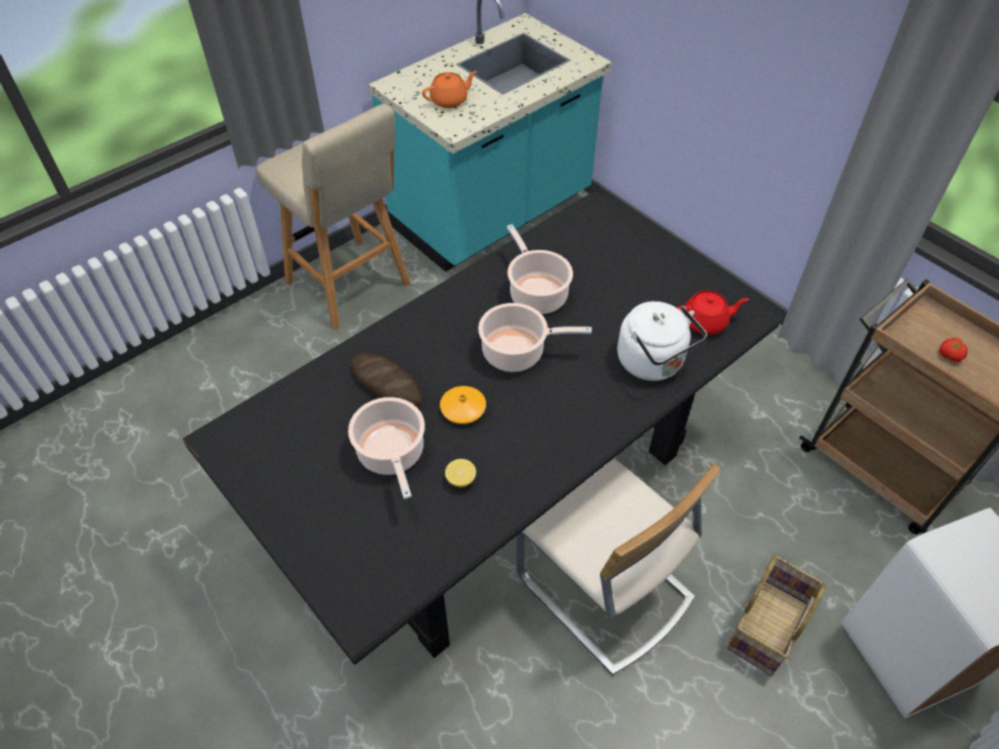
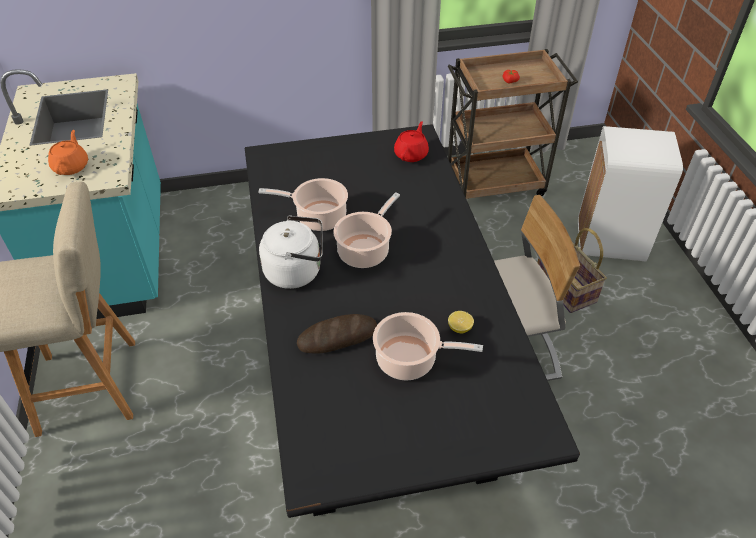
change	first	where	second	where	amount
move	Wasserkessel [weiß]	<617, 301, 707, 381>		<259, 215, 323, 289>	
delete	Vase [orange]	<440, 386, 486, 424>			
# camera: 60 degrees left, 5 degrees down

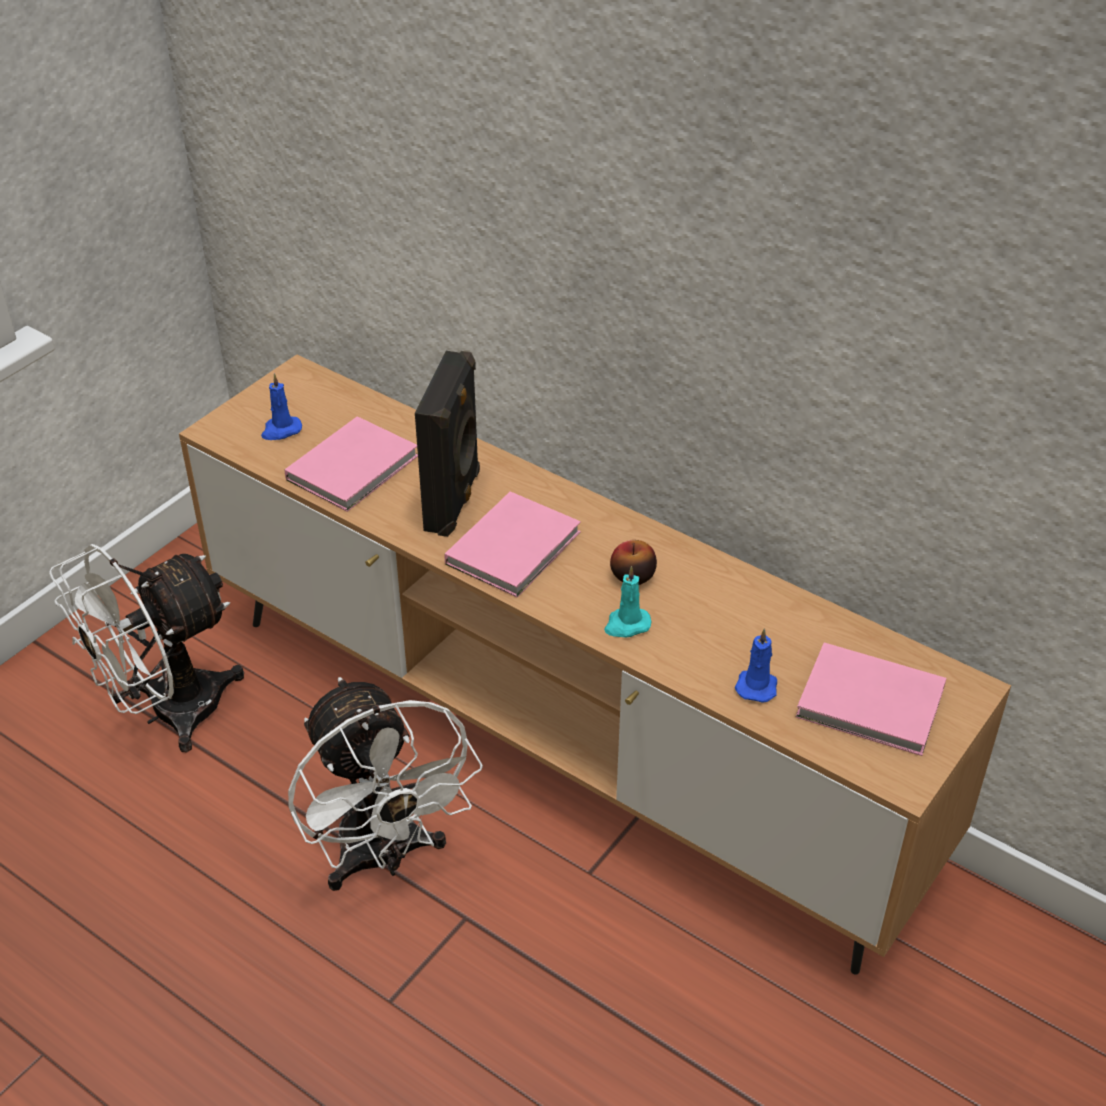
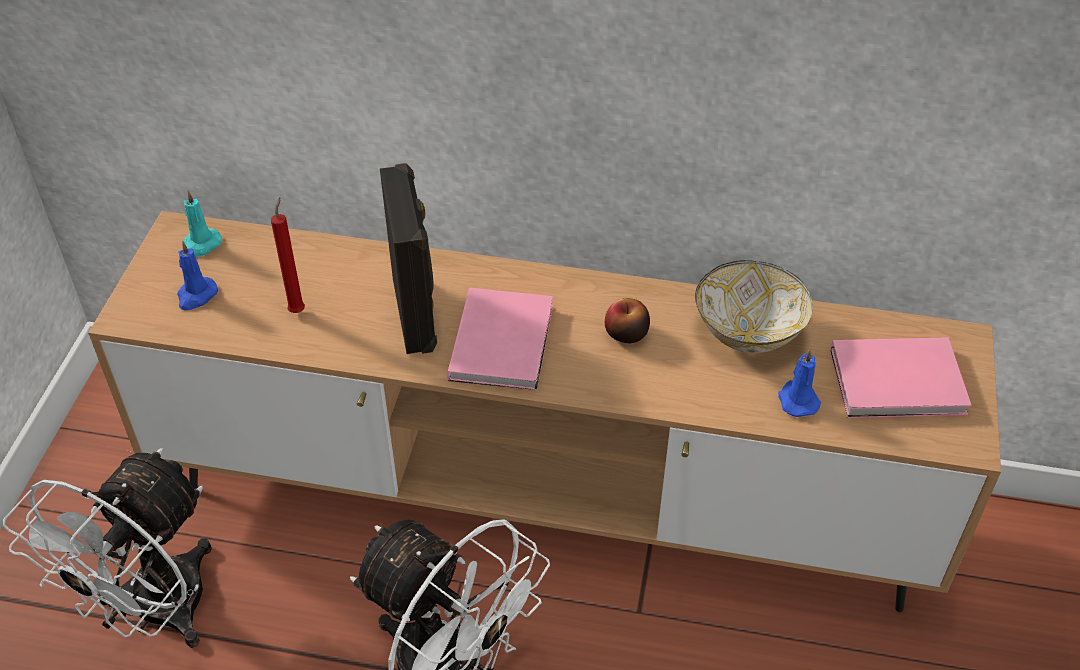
change	first	where	second	where	amount
move	Kerze [türkis]	<604, 566, 651, 637>		<183, 191, 222, 257>	
replace	Buch [rosa]	<285, 416, 418, 512>	Kerze [rot]	<271, 197, 305, 313>	
insert			Schüssel	<695, 260, 813, 353>	
# camera: 25 degrees left, 5 degrees up

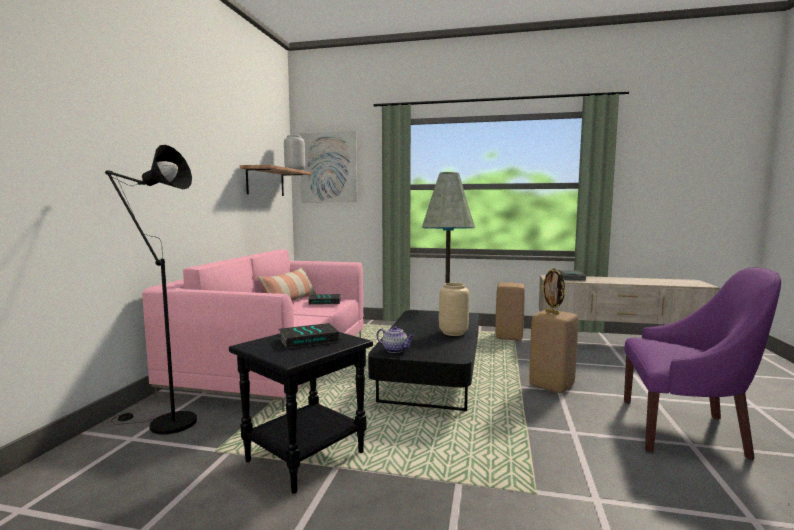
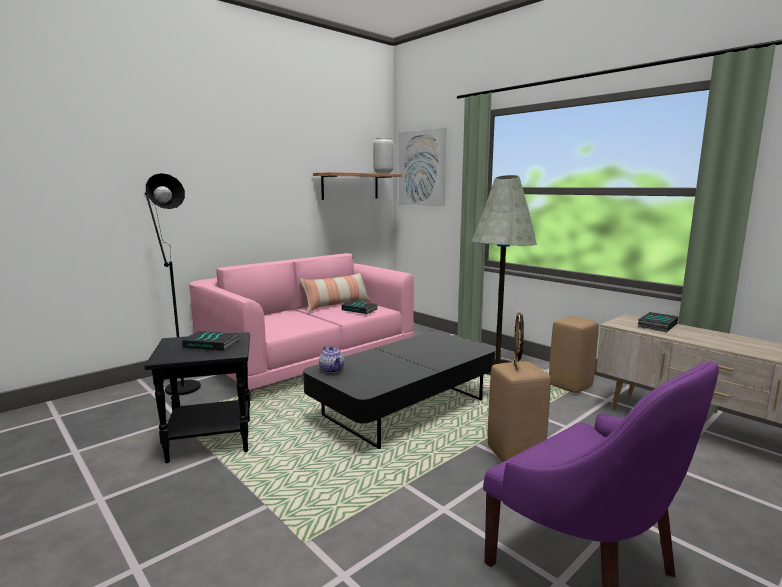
change	first	where	second	where	amount
delete	Vase [beige]	<439, 283, 469, 336>			
# camera: 35 degrees right, 5 degrees up

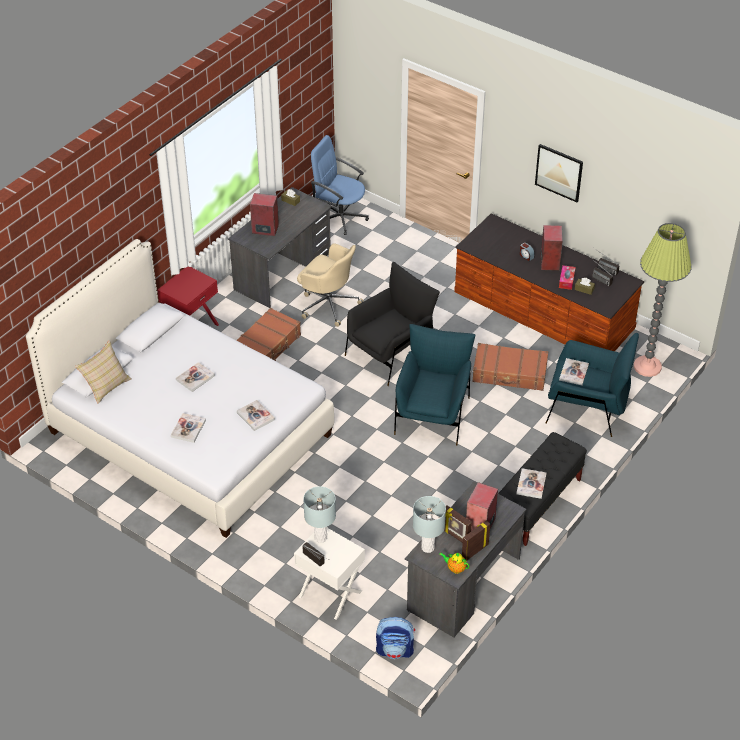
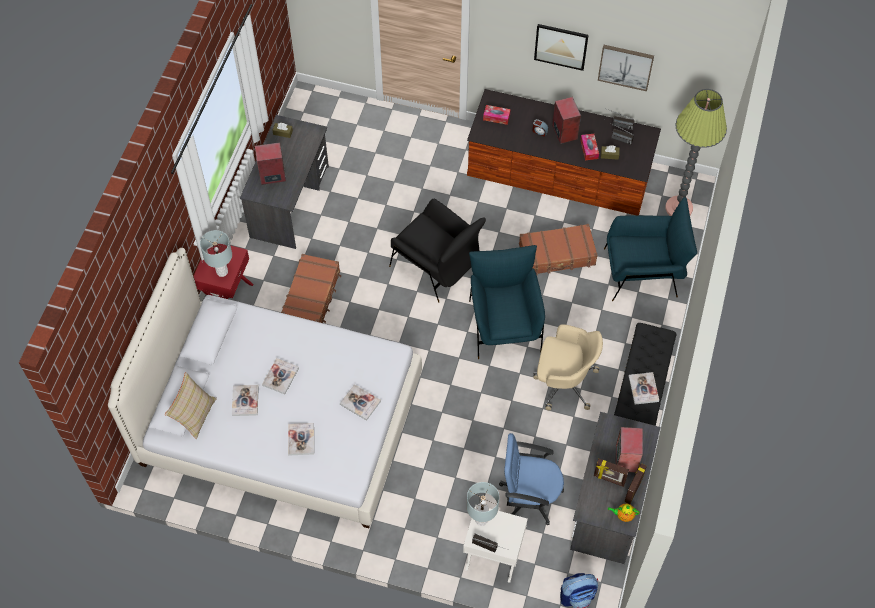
change	first	where	second	where	amount
move	Tischlampe [grau]	<413, 496, 446, 553>		<200, 230, 232, 277>	
move	Buch	<559, 358, 589, 385>		<232, 385, 259, 416>	
rotate	Sessel [schwarz]	<345, 262, 440, 386>		<389, 199, 486, 303>	105 degrees clockwise
insert			Taschentuchbox	<483, 105, 511, 125>	
move	Bürostuhl [blau]	<311, 135, 369, 235>		<499, 433, 564, 525>	
move	Bürostuhl [beige]	<297, 243, 364, 327>		<533, 324, 603, 410>	
insert			Bild	<598, 45, 654, 91>	
# camera: 20 degrees left, 15 degrees up

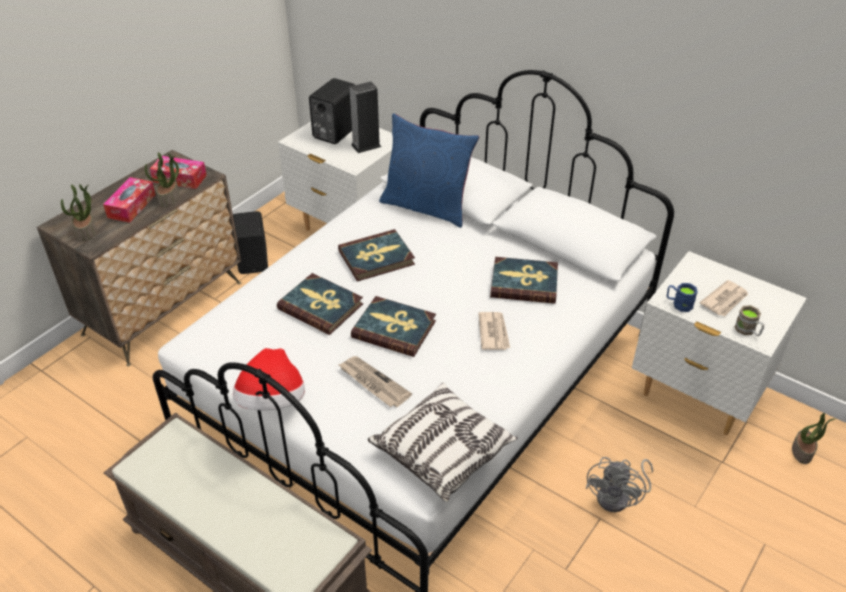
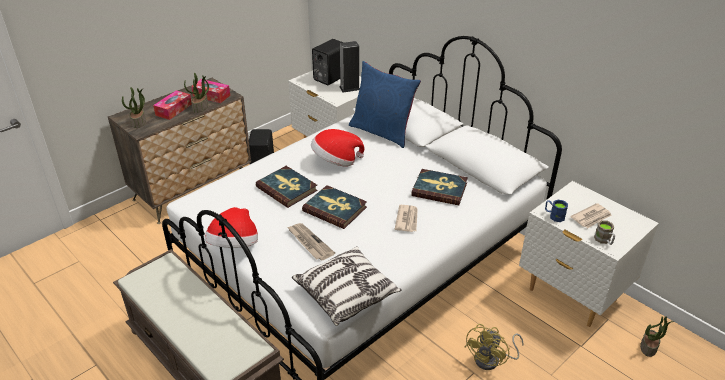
change	first	where	second	where	amount
replace	Buch	<338, 229, 415, 282>	Hut	<311, 129, 365, 166>	
recolor	Ventilator [grau]	<586, 457, 653, 512>	Ventilator [gelb]	<464, 324, 524, 370>	
# camera: 10 degrees right, 5 degrees down

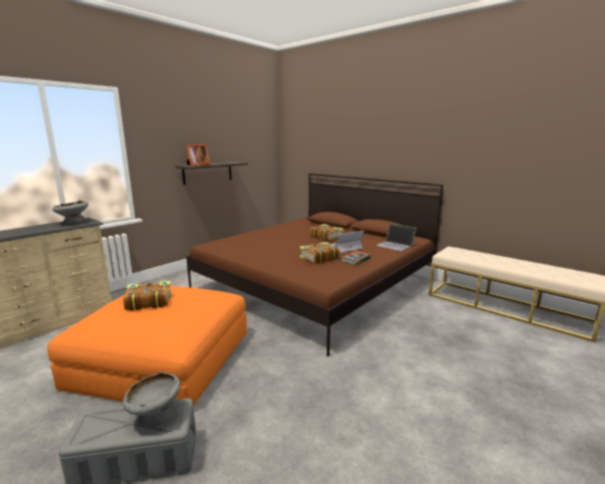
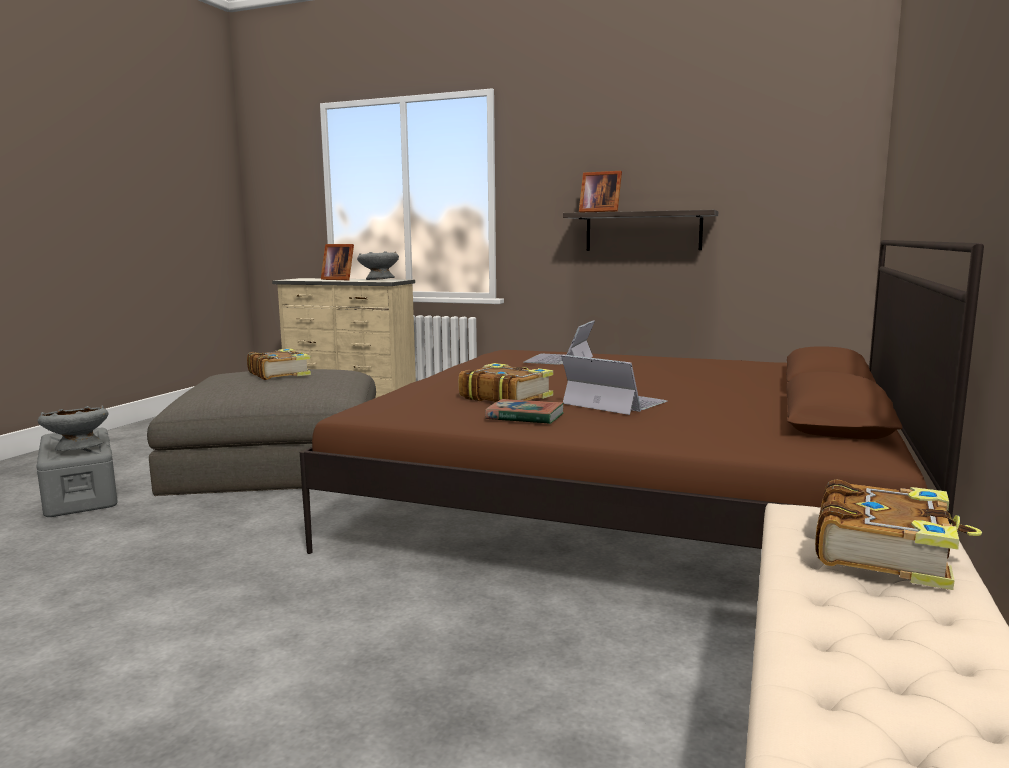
change	first	where	second	where	amount
recolor	Polsterhocker [orange]	<47, 286, 247, 406>	Polsterhocker [grau]	<147, 369, 376, 496>	
insert			Bilderrahmen	<321, 244, 354, 280>	
move	Laptop	<376, 223, 416, 251>		<523, 320, 595, 365>	
move	Buch	<310, 224, 344, 241>		<815, 479, 982, 590>	
# camera: 70 degrees right, 5 degrees down

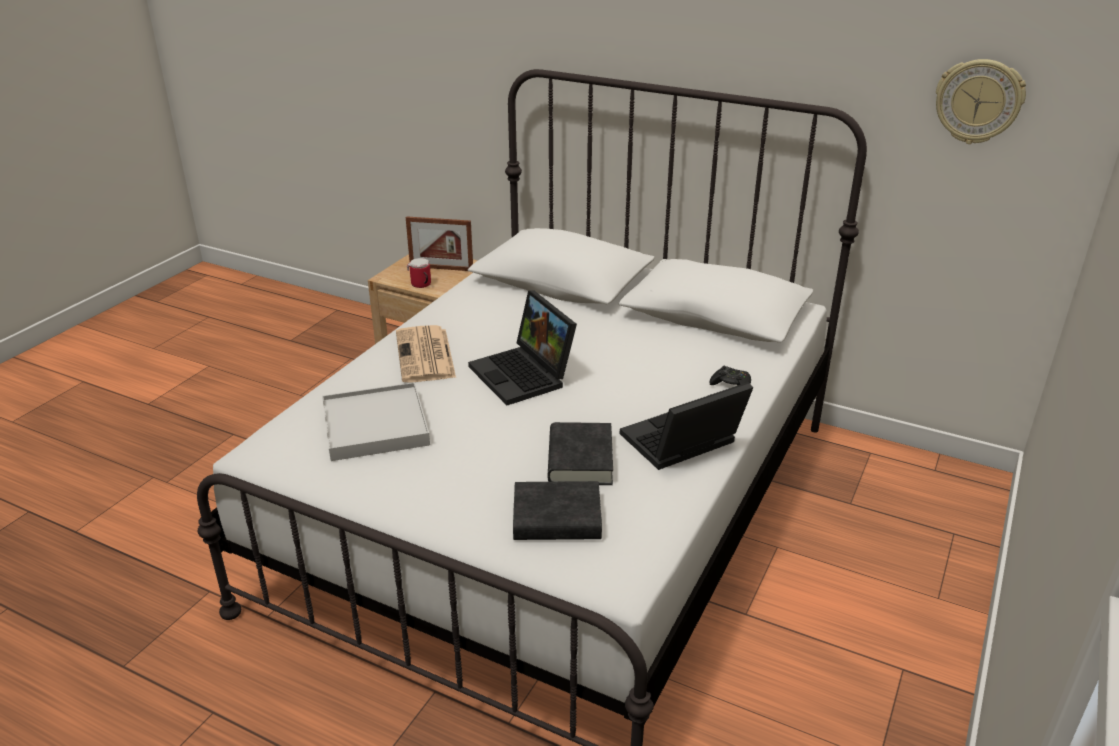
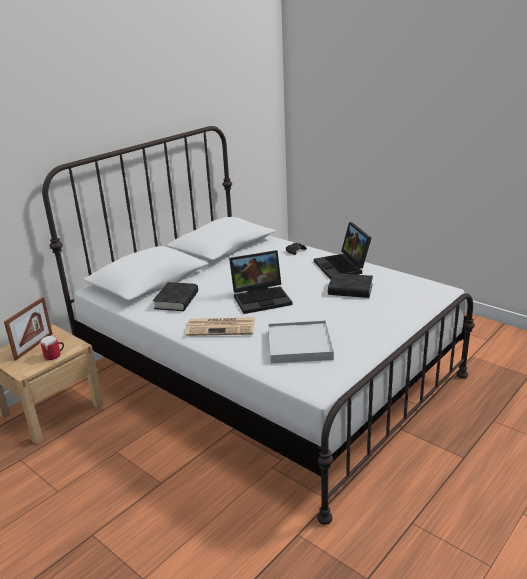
change	first	where	second	where	amount
move	Buch [schwarz]	<513, 481, 602, 540>		<153, 282, 198, 311>	
delete	Wanduhr	<936, 59, 1026, 144>			
# camera: 75 degrees left, 5 degrees down

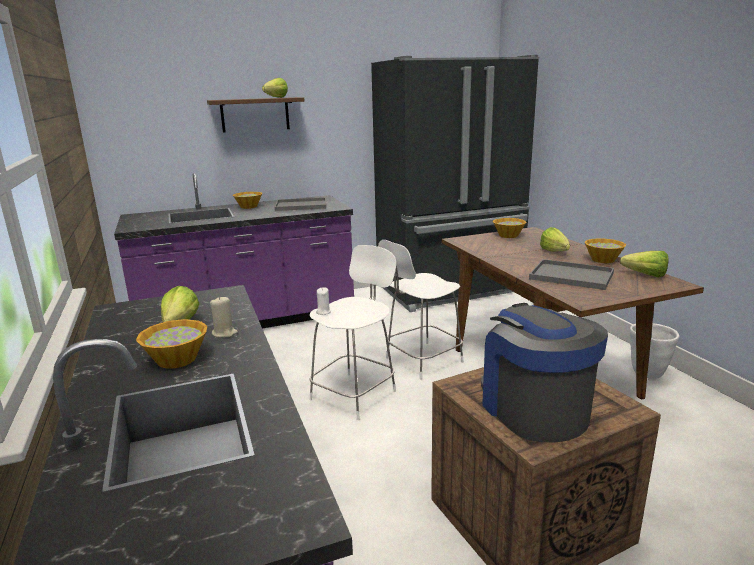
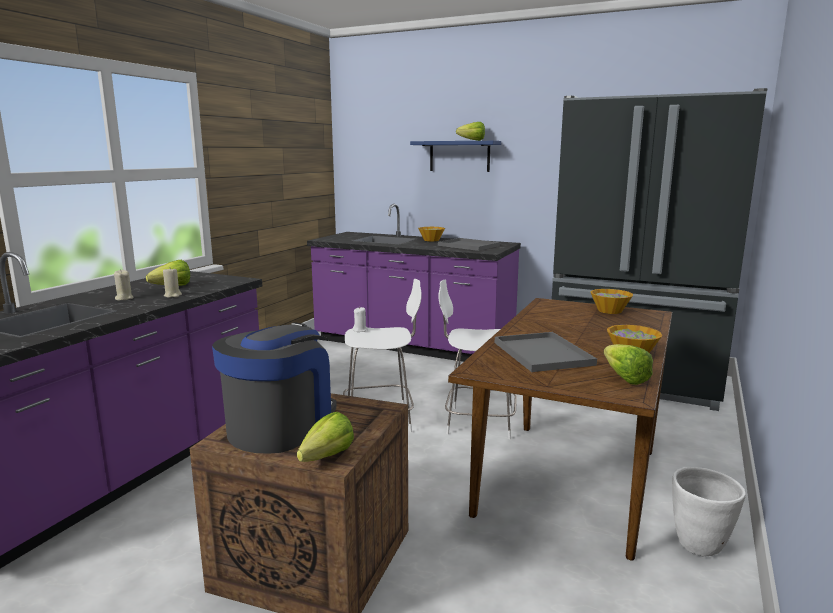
change	first	where	second	where	amount
replace	Schüssel	<136, 319, 207, 369>	Kerze [beige]	<114, 269, 133, 300>	
move	Salatkopf	<540, 227, 570, 251>		<297, 412, 354, 462>	
recolor	Wandregal [braun]	<207, 97, 305, 133>	Wandregal [blau]	<410, 141, 501, 172>	
# camera: 45 degrees right, 5 degrees down

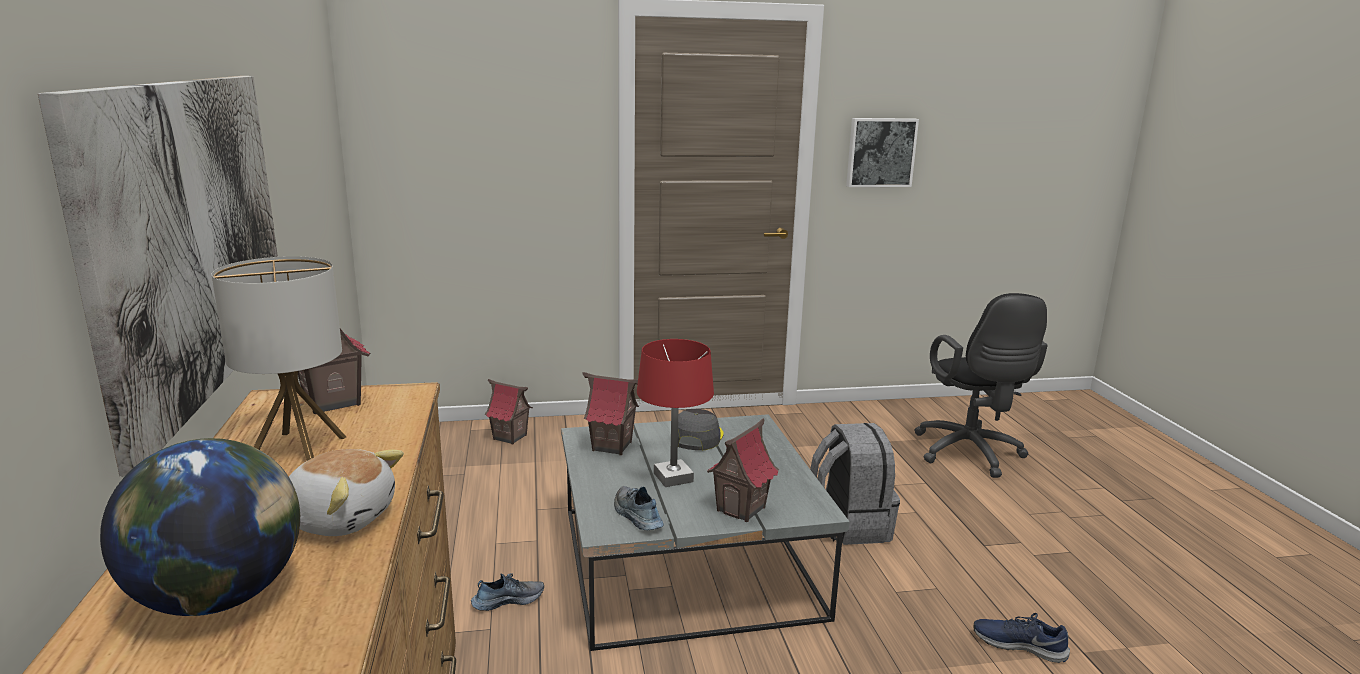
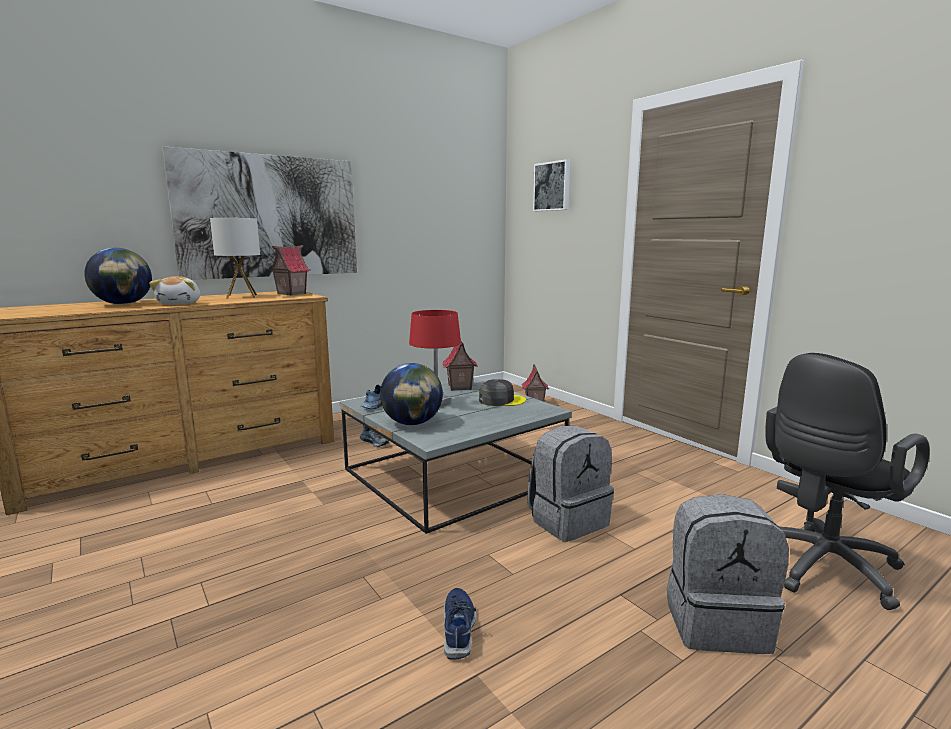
change	first	where	second	where	amount
replace	Spielzeughaus	<707, 418, 779, 522>	Globus	<380, 363, 443, 425>	
move	Bild	<846, 118, 919, 187>		<533, 159, 570, 211>	
insert			Rucksack [grau]	<667, 494, 789, 654>	
# camera: 65 degrees right, 5 degrees down

